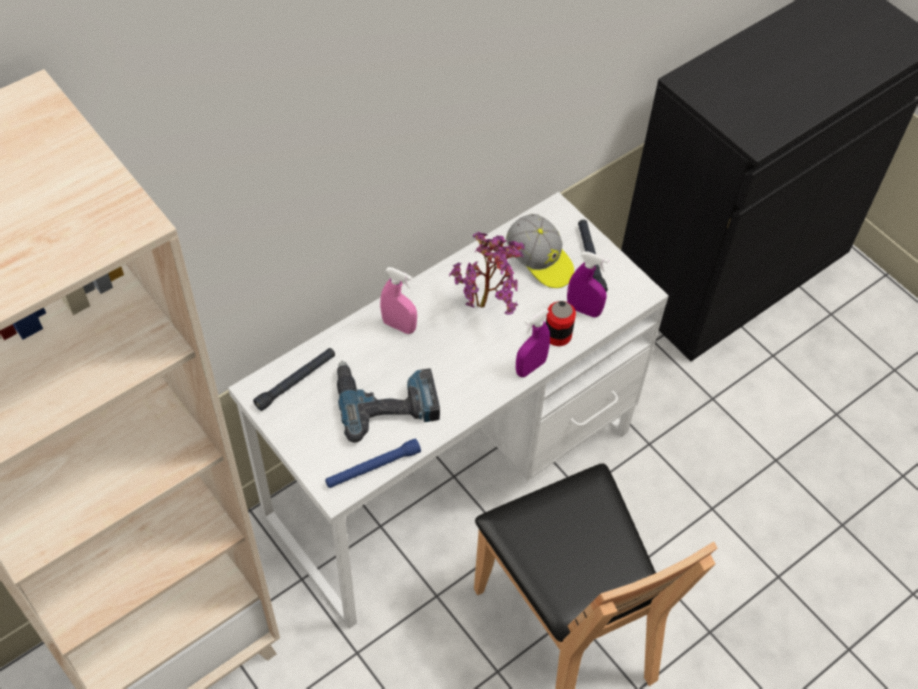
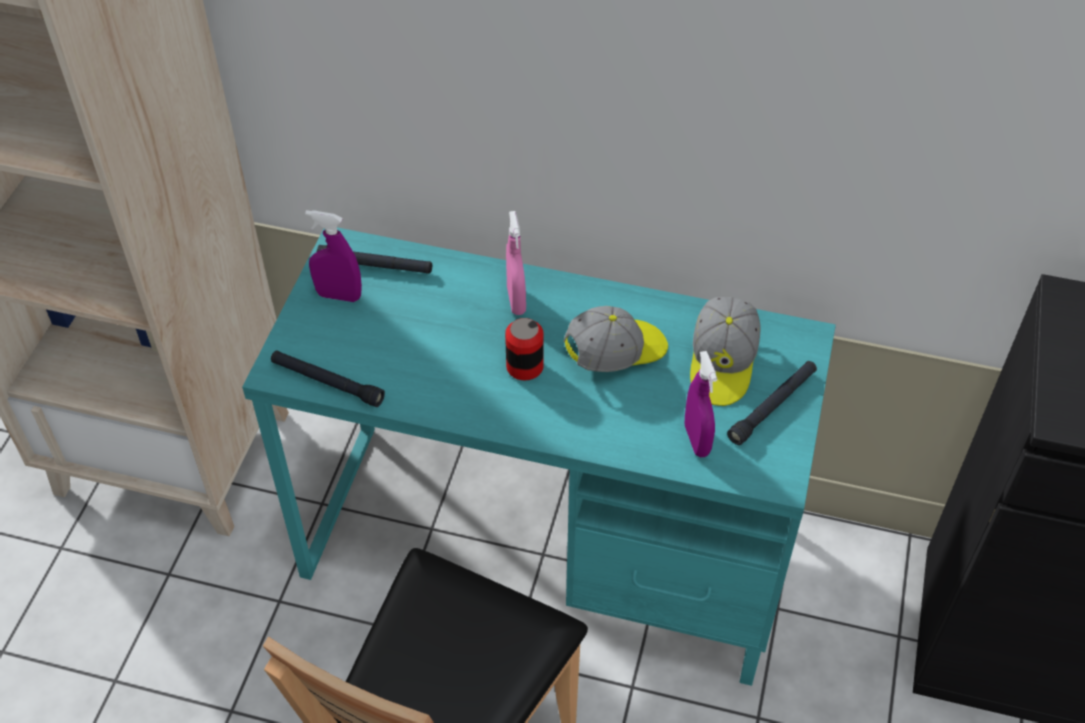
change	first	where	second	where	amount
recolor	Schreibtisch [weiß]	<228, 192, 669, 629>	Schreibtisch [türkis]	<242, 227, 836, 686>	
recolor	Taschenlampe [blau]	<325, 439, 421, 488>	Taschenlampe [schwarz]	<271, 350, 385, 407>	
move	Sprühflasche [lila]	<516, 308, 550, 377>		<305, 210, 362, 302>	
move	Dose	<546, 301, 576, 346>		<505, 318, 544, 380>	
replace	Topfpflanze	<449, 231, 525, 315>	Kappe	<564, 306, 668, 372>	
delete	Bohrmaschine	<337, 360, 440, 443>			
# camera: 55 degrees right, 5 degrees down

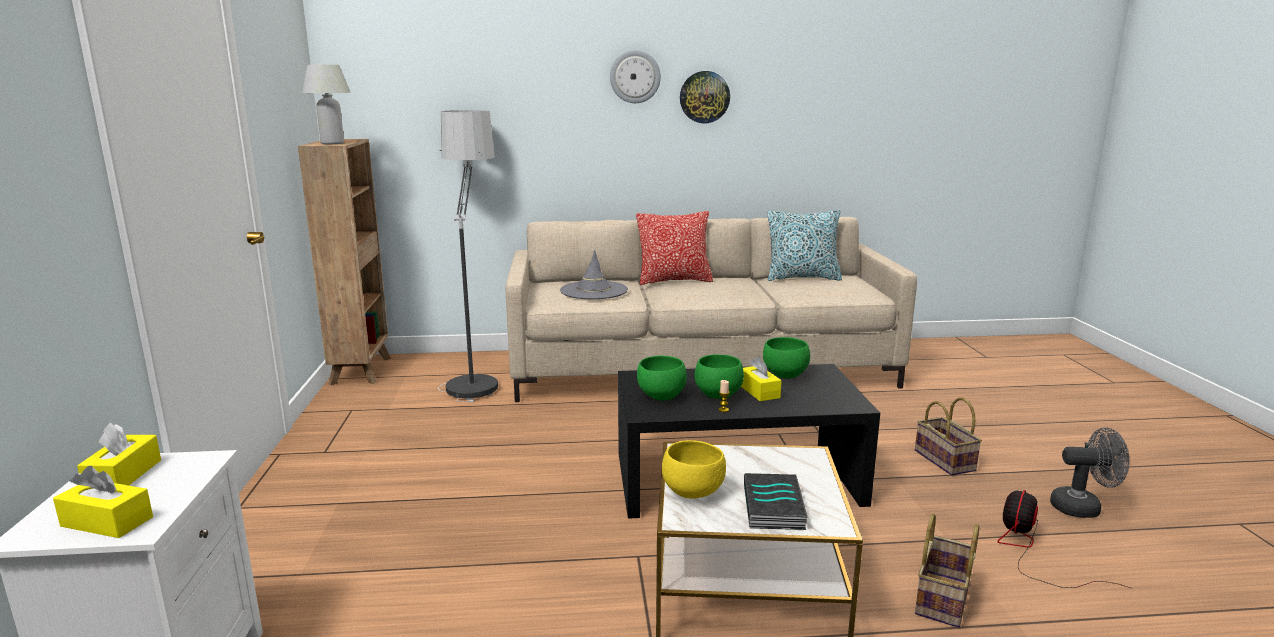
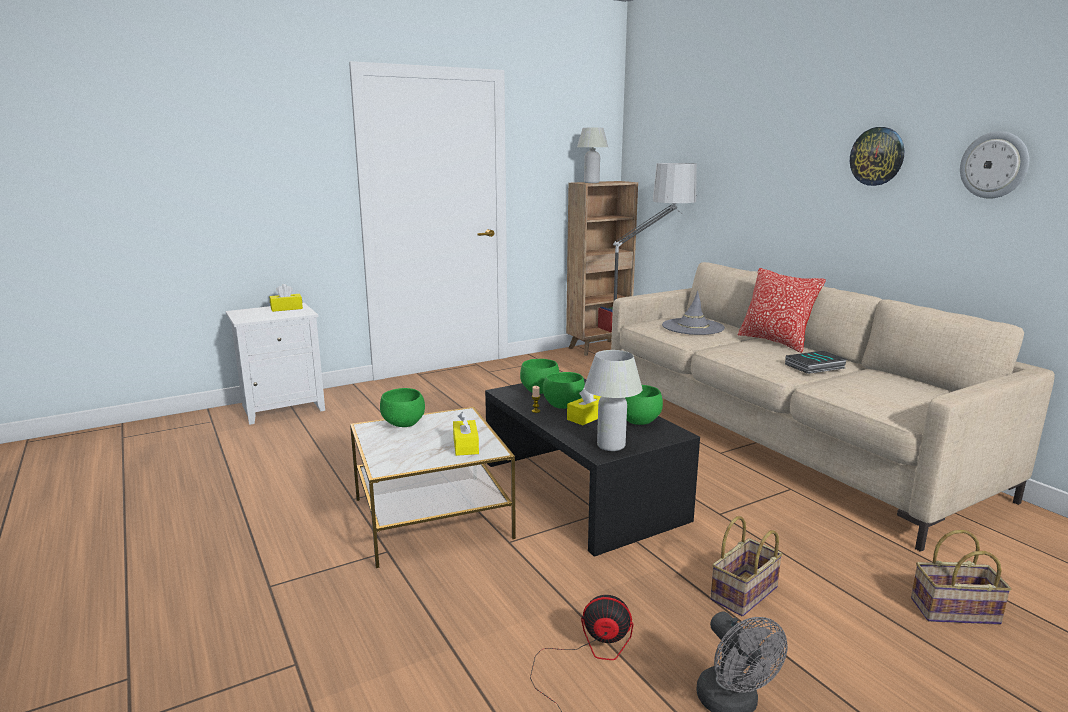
change	first	where	second	where	amount
recolor	Schüssel [gelb]	<662, 440, 726, 499>	Schüssel [grün]	<380, 388, 425, 427>	
move	Taschentuchbox [gelb]	<53, 466, 153, 538>		<453, 412, 479, 456>	
insert			Tischlampe [weiß]	<584, 350, 643, 451>	
move	Buch	<744, 473, 807, 530>		<785, 351, 848, 374>	
move	Korb	<915, 513, 979, 628>		<911, 530, 1012, 625>	
move	Wanduhr	<610, 50, 661, 103>		<960, 131, 1029, 199>	
delete	Kissen	<767, 210, 842, 281>			
# camera: 65 degrees right, 0 degrees up

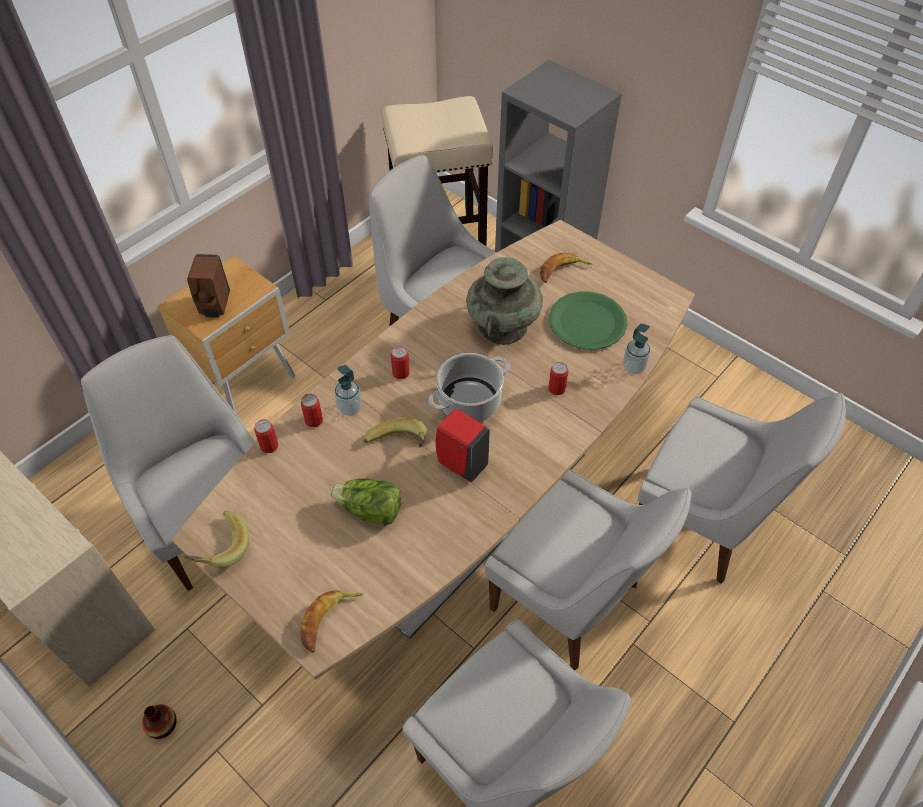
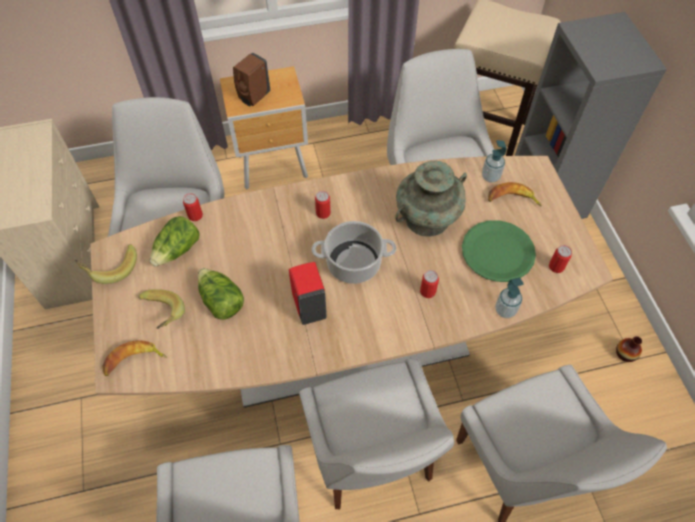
change	first	where	second	where	amount
move	Banane	<364, 418, 427, 448>		<139, 289, 185, 329>	
insert			Salatkopf	<150, 216, 200, 267>	
move	Seifenspender	<335, 365, 362, 416>		<482, 140, 507, 183>	
move	Dose	<301, 394, 323, 427>		<549, 245, 572, 273>	
move	Vase	<142, 704, 176, 739>		<616, 336, 642, 362>	
# camera: 35 degrees right, 5 degrees up

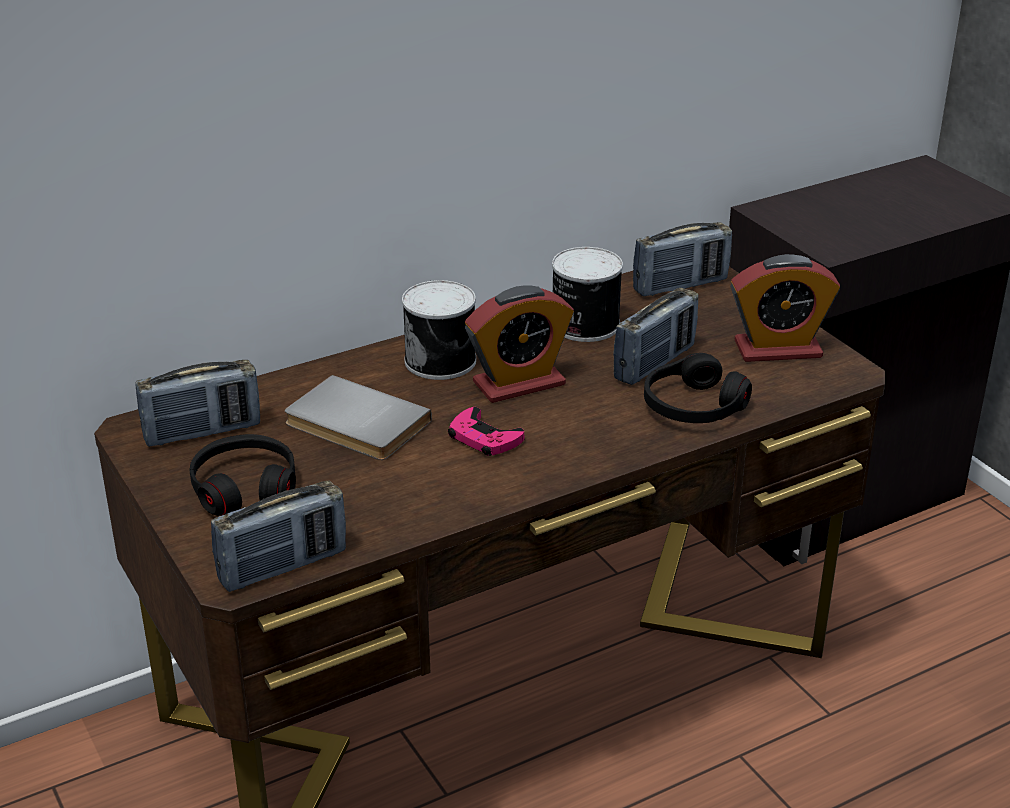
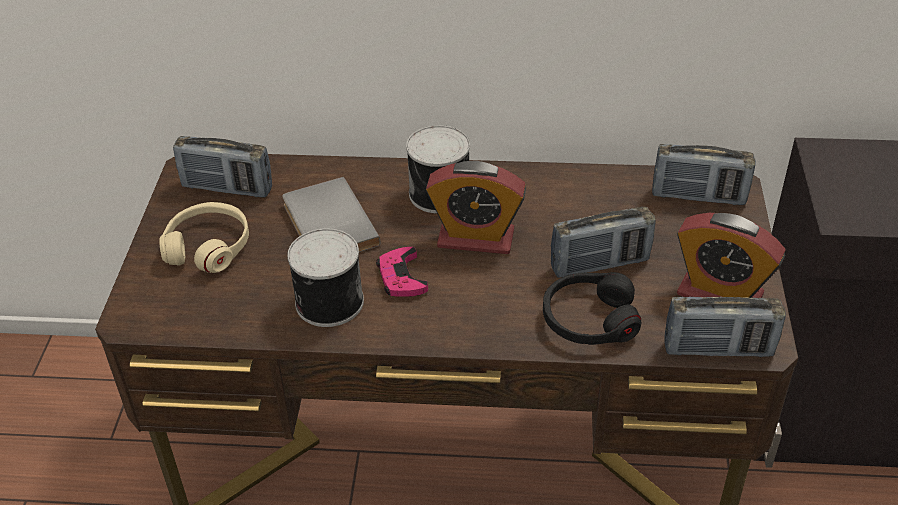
change	first	where	second	where	amount
recolor	Kopfhörer [schwarz]	<189, 434, 296, 516>	Kopfhörer [beige]	<159, 202, 249, 273>	
move	Dose	<552, 247, 623, 342>		<287, 228, 364, 327>	
move	Radio	<211, 480, 346, 592>		<664, 297, 786, 357>	
# camera: 35 degrees right, 10 degrees up

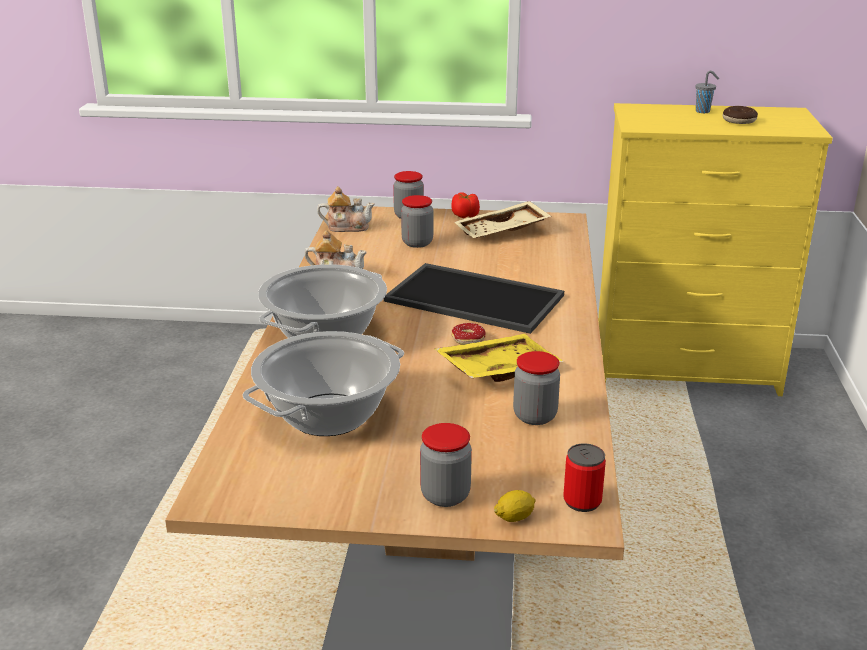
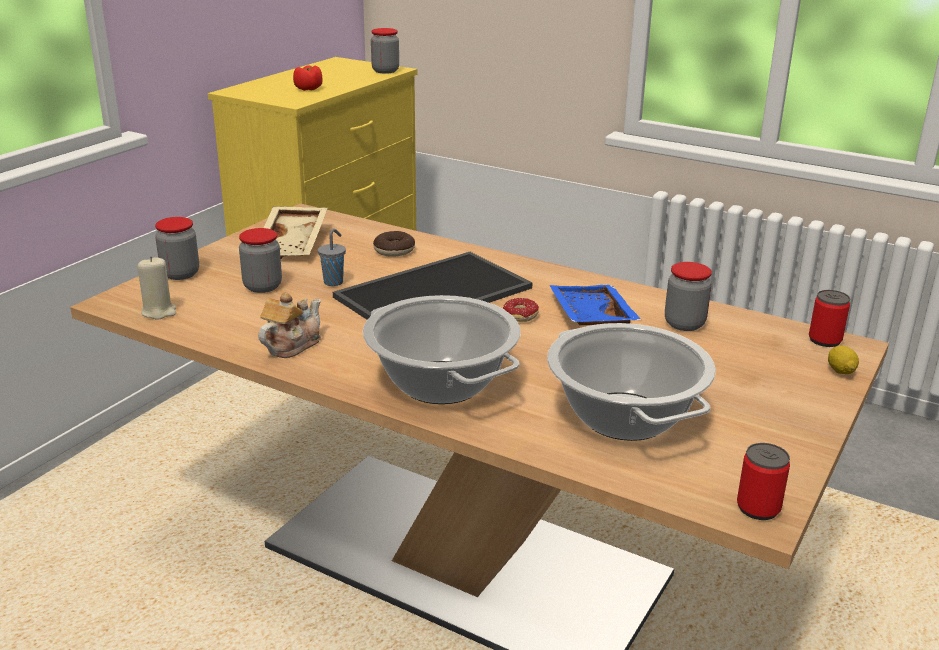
change	first	where	second	where	amount
replace	Teekanne	<317, 186, 375, 232>	Kerze [beige]	<137, 256, 176, 320>	
move	Tomate	<451, 192, 480, 218>		<293, 65, 322, 91>	
move	Tasse [grau]	<695, 71, 719, 113>		<318, 229, 346, 286>	
move	Vorratsglas	<420, 423, 472, 507>		<371, 28, 399, 74>	
move	Donut	<723, 106, 758, 124>		<373, 231, 415, 257>	
recolor	Tablett [gelb]	<435, 334, 564, 382>	Tablett [blau]	<549, 285, 641, 325>	
insert			Dose	<737, 443, 790, 520>	
# camera: 65 degrees left, 0 degrees up

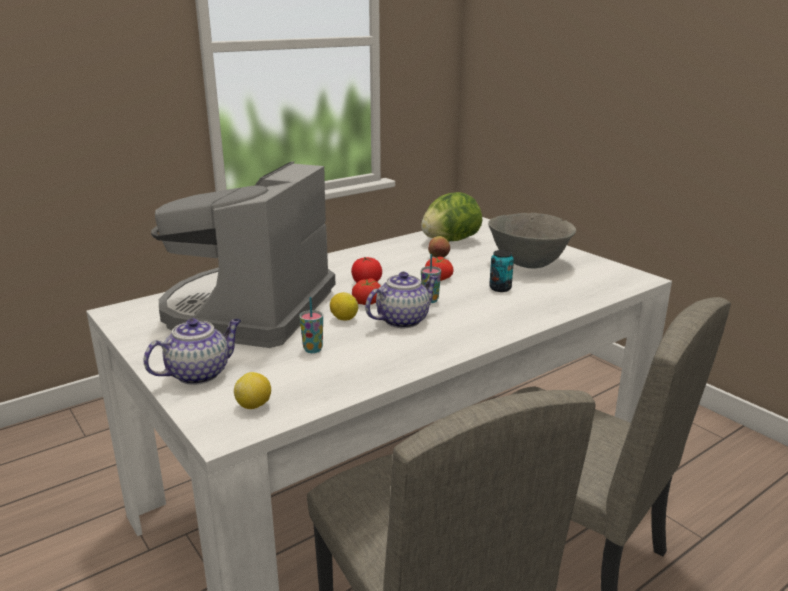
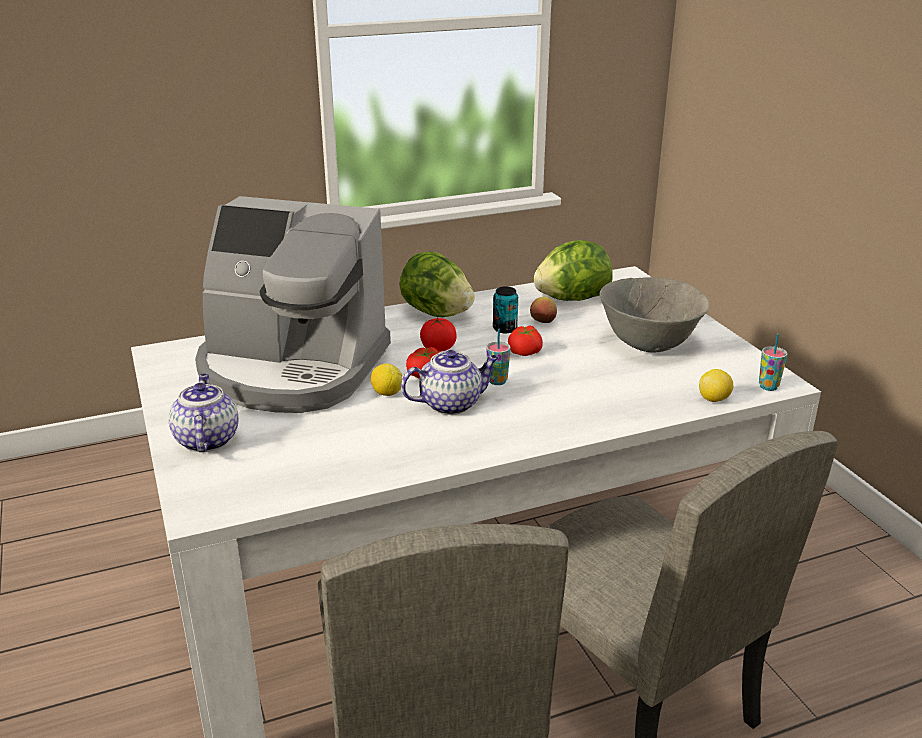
change	first	where	second	where	amount
rotate	Teekanne	<144, 318, 241, 385>		<169, 374, 238, 452>	75 degrees counterclockwise
rotate	Kaffeemaschine	<151, 161, 336, 348>		<195, 196, 391, 413>	105 degrees counterclockwise
insert			Salatkopf	<400, 252, 475, 317>	
move	Dose	<489, 250, 514, 292>		<493, 286, 518, 333>	
move	Zitrone	<234, 372, 271, 409>		<699, 369, 733, 402>	
move	Tasse	<299, 297, 323, 353>		<759, 334, 788, 391>	
# camera: 15 degrees right, 5 degrees up

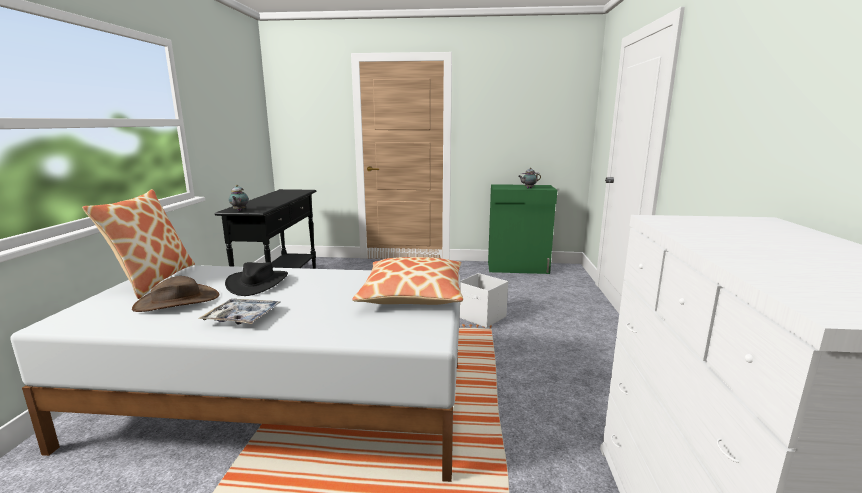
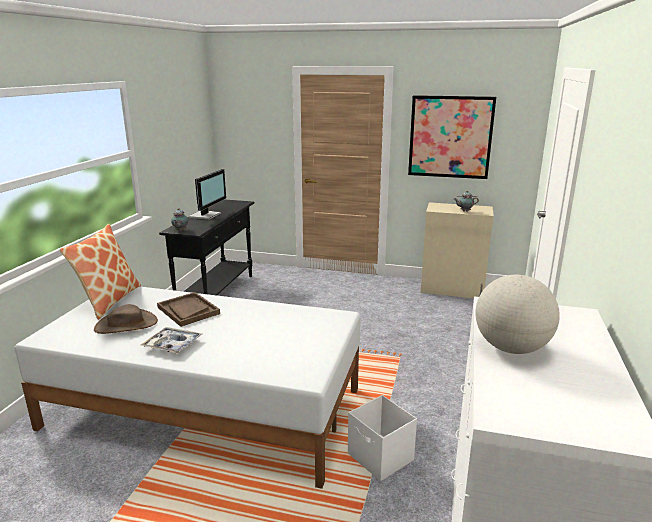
change	first	where	second	where	amount
replace	Hut [schwarz]	<225, 262, 288, 296>	Tablett [braun]	<157, 292, 220, 327>	
insert			Monitor	<188, 169, 226, 220>	
move	Aufbewahrungsbox [weiß]	<460, 273, 508, 328>		<348, 395, 417, 481>	
insert			Bild	<408, 95, 496, 179>	
recolor	Schrank [grün]	<488, 184, 557, 274>	Schrank [beige]	<421, 202, 494, 298>	
insert			Globus	<475, 275, 560, 354>	
delete	Kissen	<352, 257, 463, 305>			
# camera: 10 degrees right, 5 degrees up

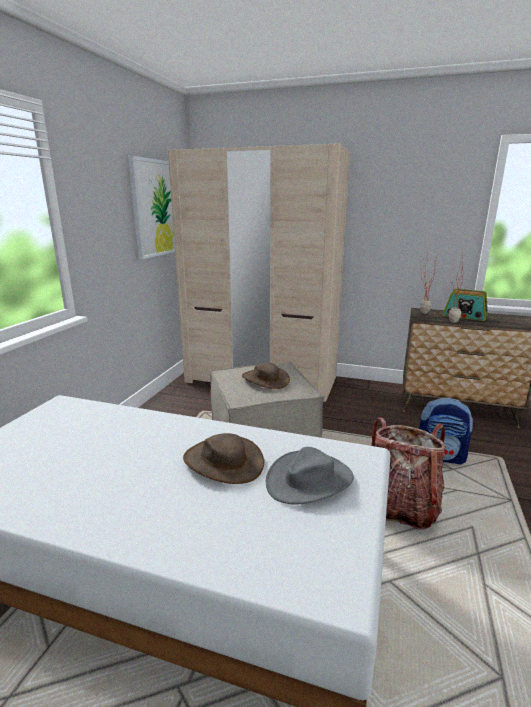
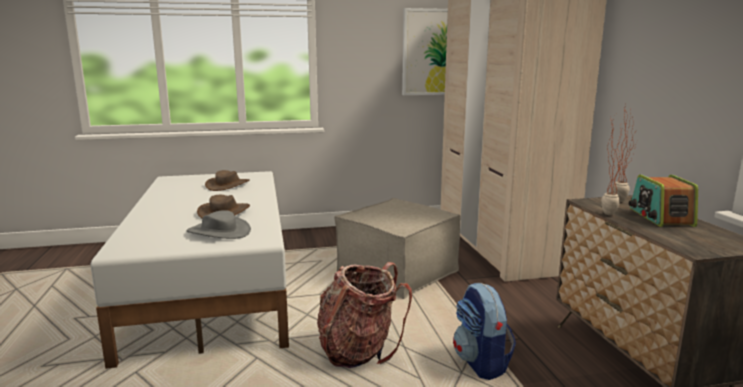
change	first	where	second	where	amount
move	Hut [braun]	<242, 363, 290, 389>		<205, 170, 250, 191>	
# camera: 60 degrees right, 5 degrees down

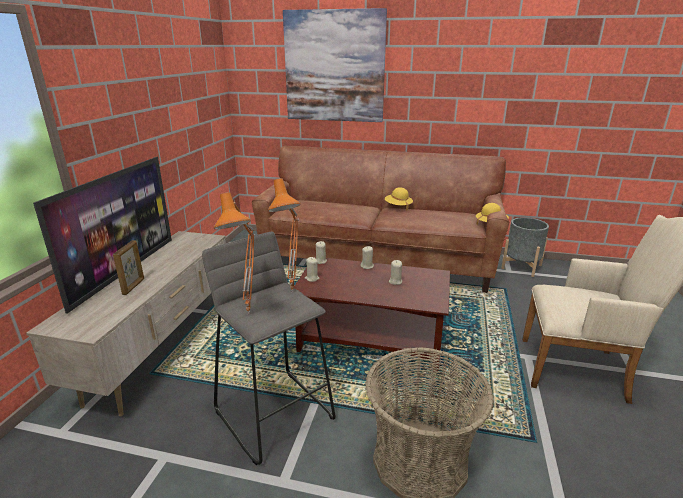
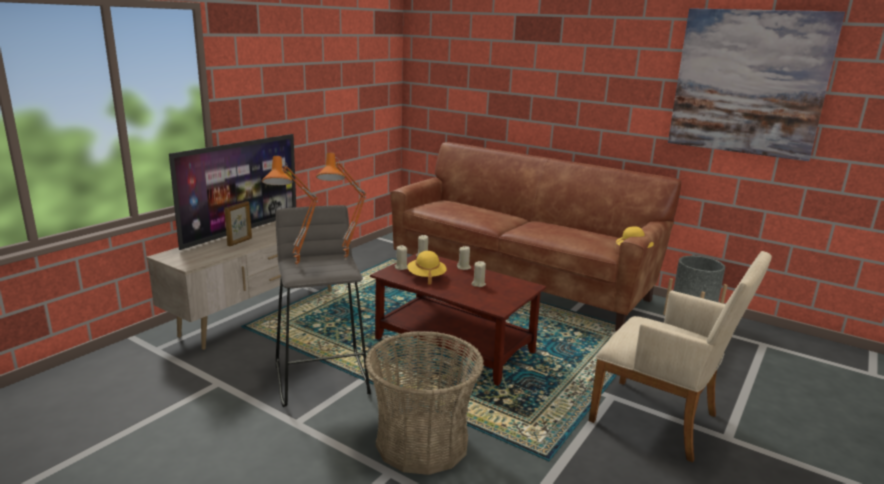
change	first	where	second	where	amount
move	Hut [gelb]	<385, 187, 413, 211>		<408, 251, 447, 285>	
move	Bild	<283, 8, 387, 122>		<668, 8, 845, 161>	
# camera: 20 degrees right, 5 degrees down

